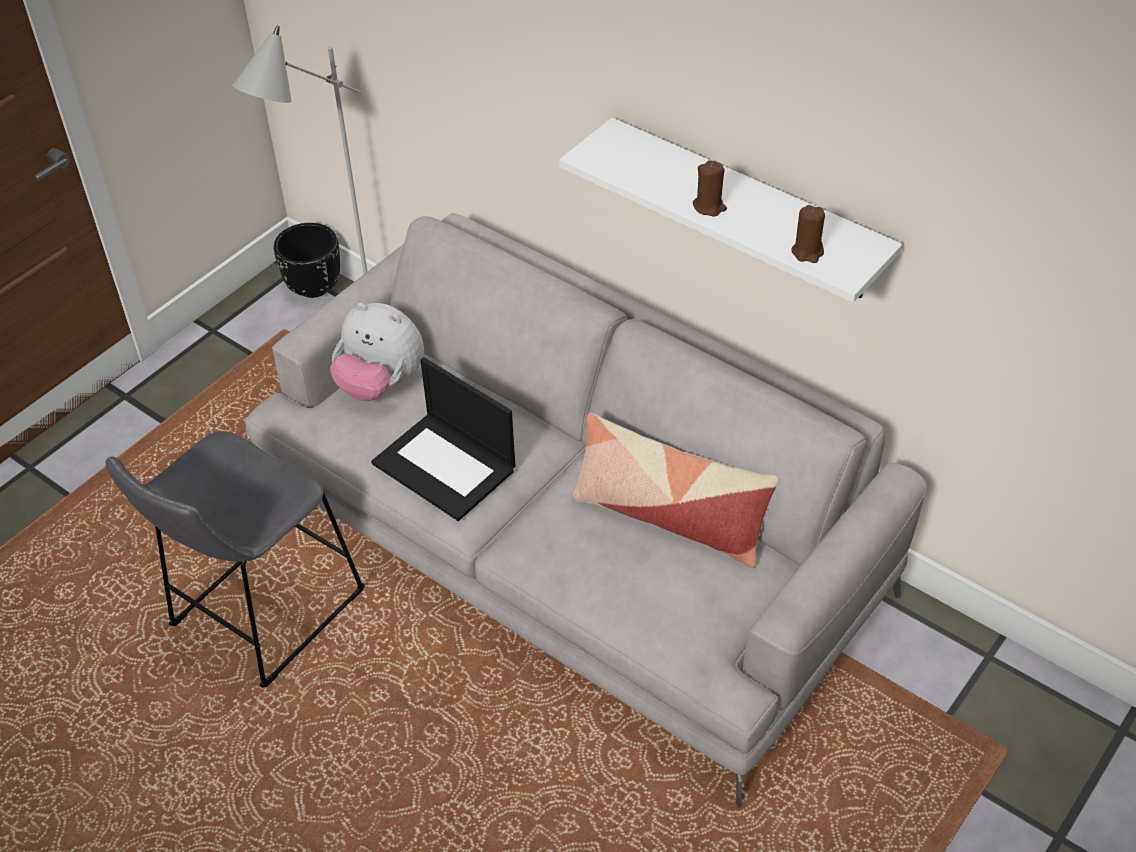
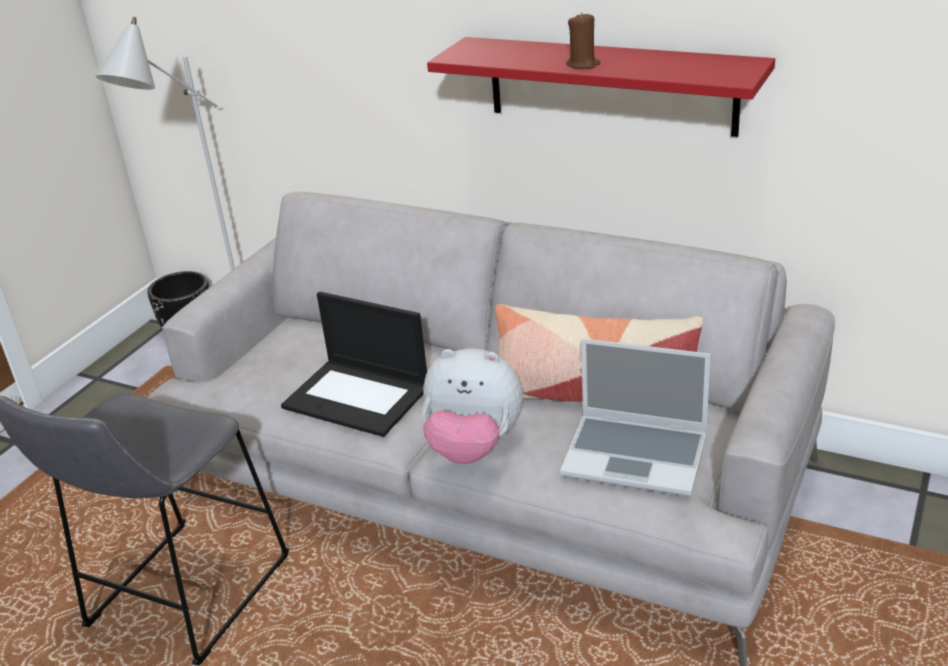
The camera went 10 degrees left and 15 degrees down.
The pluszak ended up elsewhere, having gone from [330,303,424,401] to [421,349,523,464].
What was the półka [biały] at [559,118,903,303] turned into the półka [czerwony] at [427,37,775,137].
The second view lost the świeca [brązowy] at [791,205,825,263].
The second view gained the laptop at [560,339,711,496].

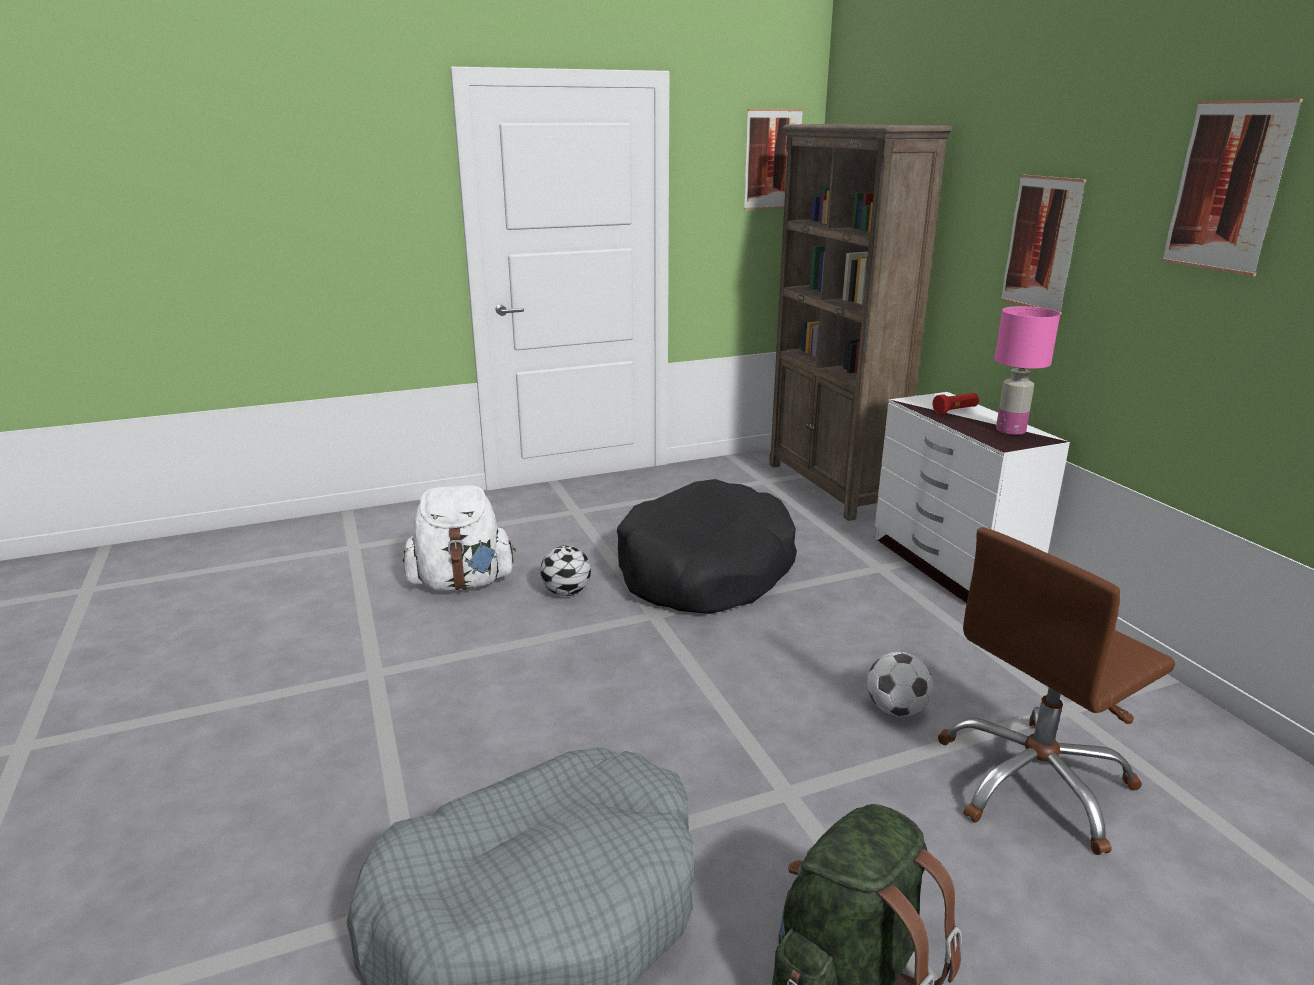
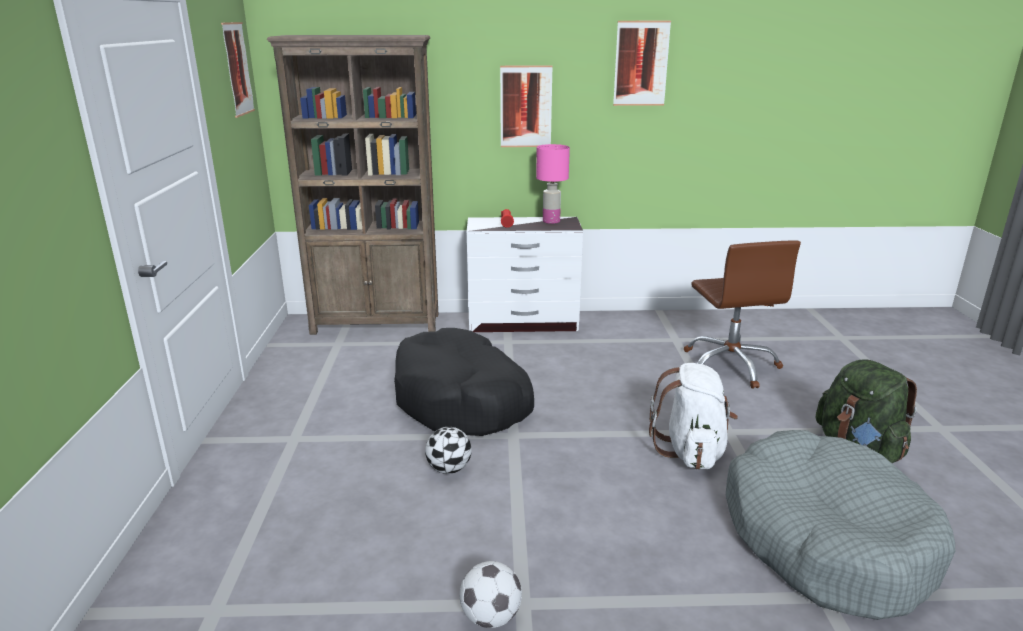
The camera went 70 degrees left and 0 degrees up.
The plecak [biały] ended up elsewhere, having gone from [403,485,516,592] to [649,363,738,470].
The piłka futbolowa ended up elsewhere, having gone from [867,652,933,717] to [460,561,522,628].

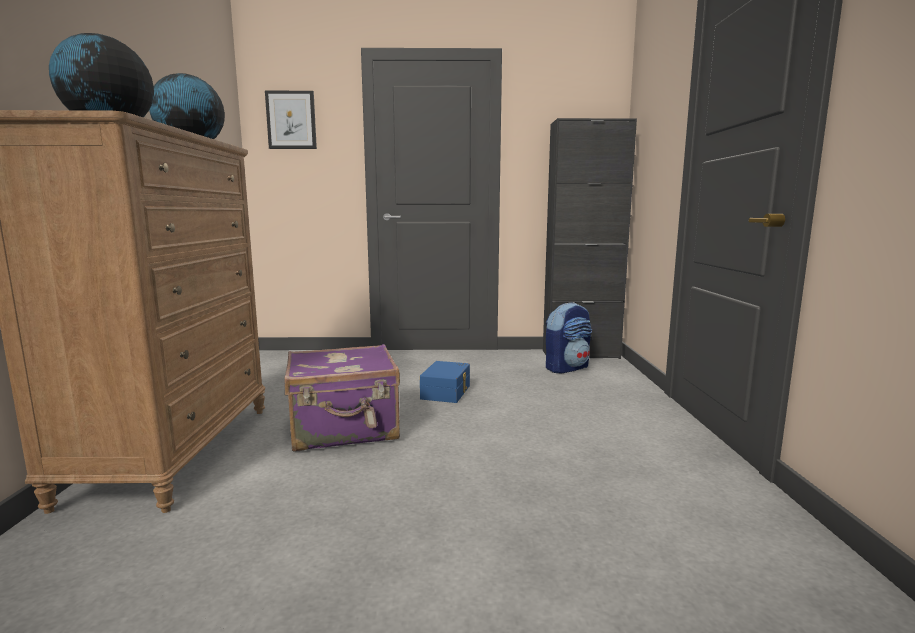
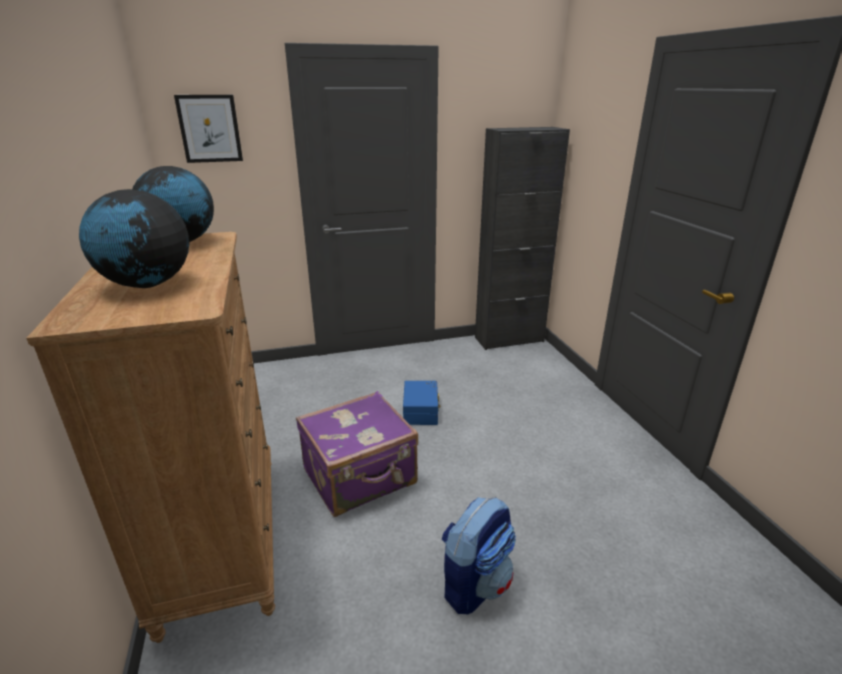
The camera went 15 degrees left and 15 degrees up.
The plecak ended up elsewhere, having gone from [546,302,592,374] to [442,497,516,614].

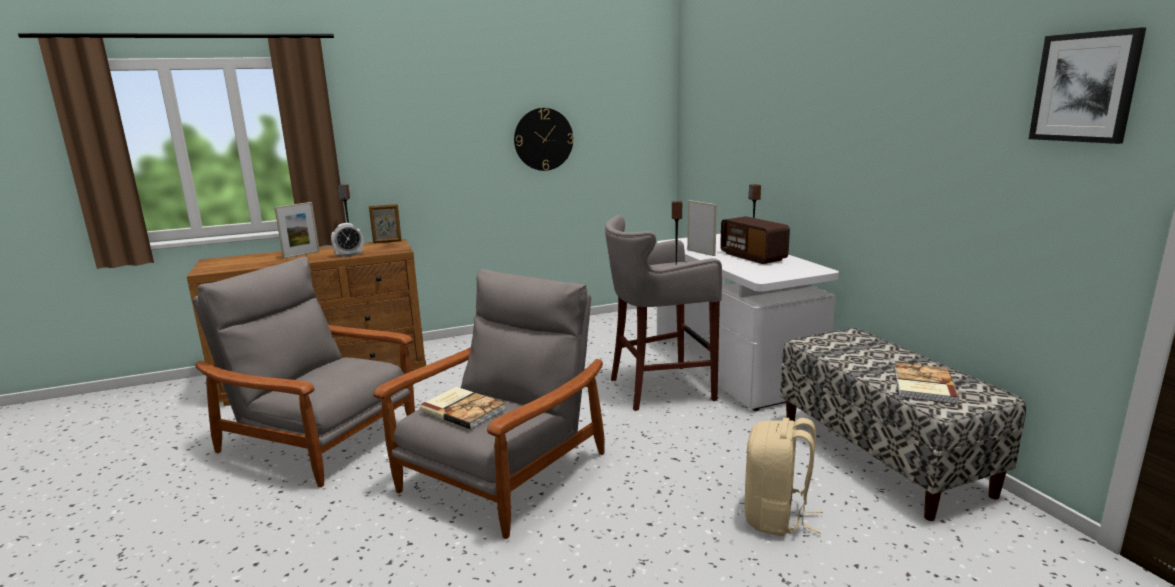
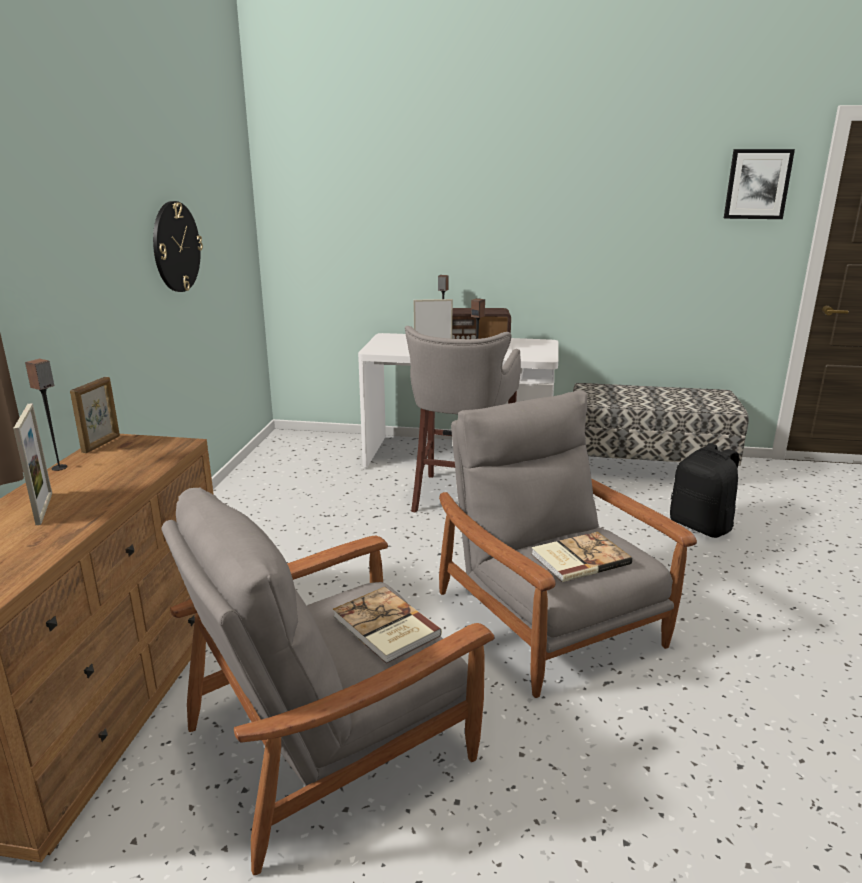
The camera went 60 degrees left and 5 degrees up.
The second view lost the budzik at [331,223,364,257].
What was the plecak [beżowy] at [744,418,823,537] turned into the plecak [czarny] at [670,443,739,538].
The książka ended up elsewhere, having gone from [894,362,959,404] to [333,587,442,664].

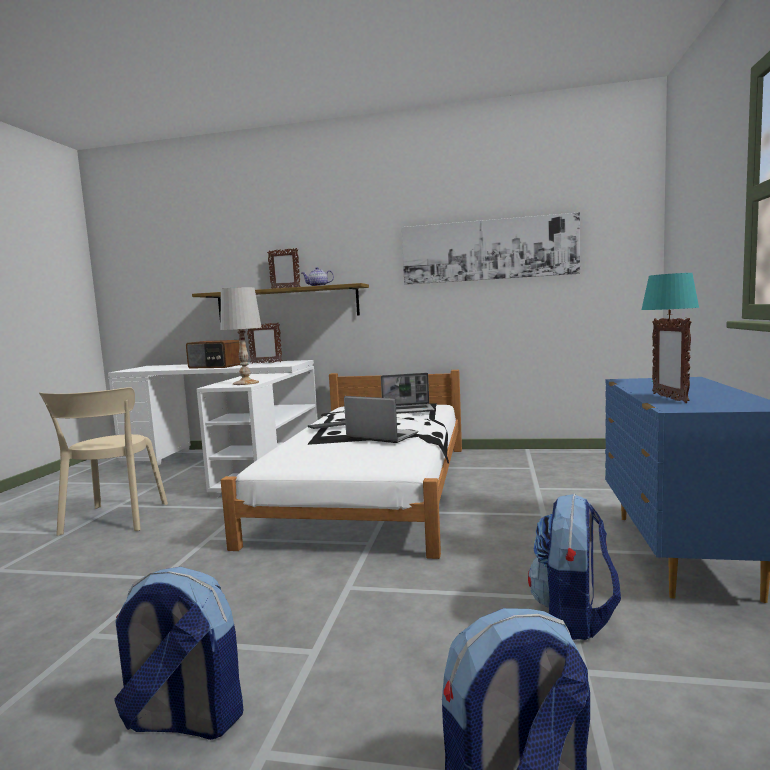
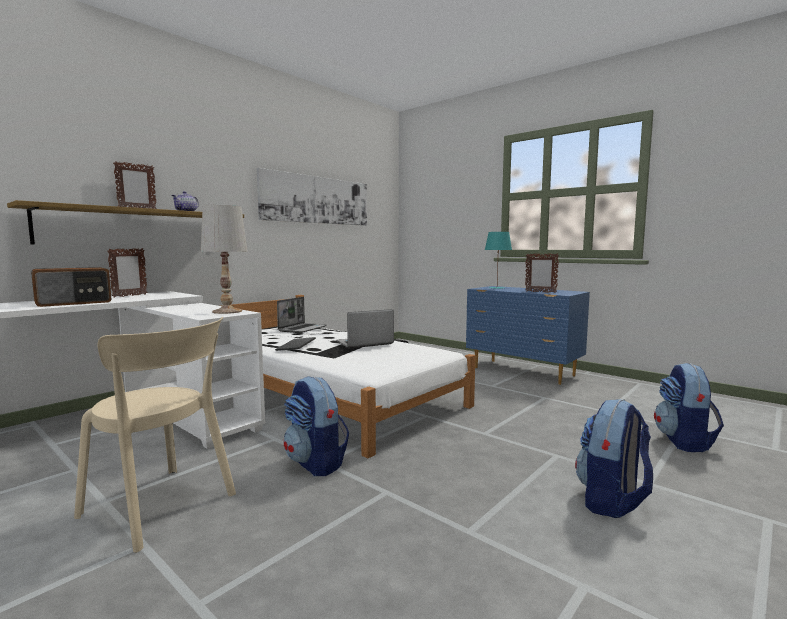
The camera went 60 degrees left and 0 degrees up.
The plecak ended up elsewhere, having gone from [528,494,621,640] to [284,376,349,476].

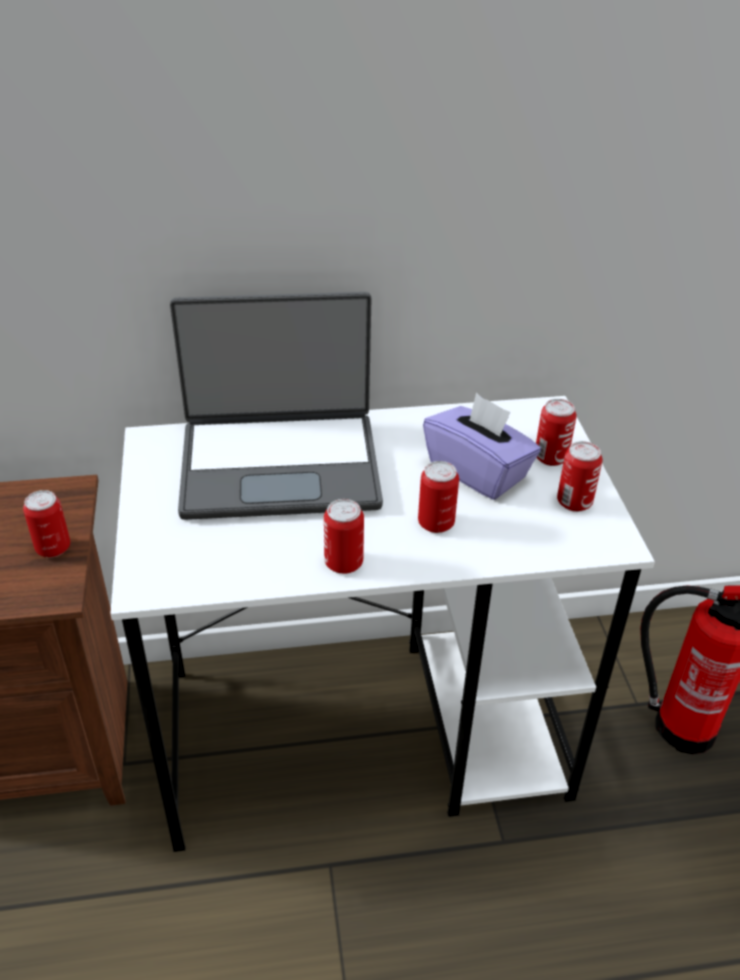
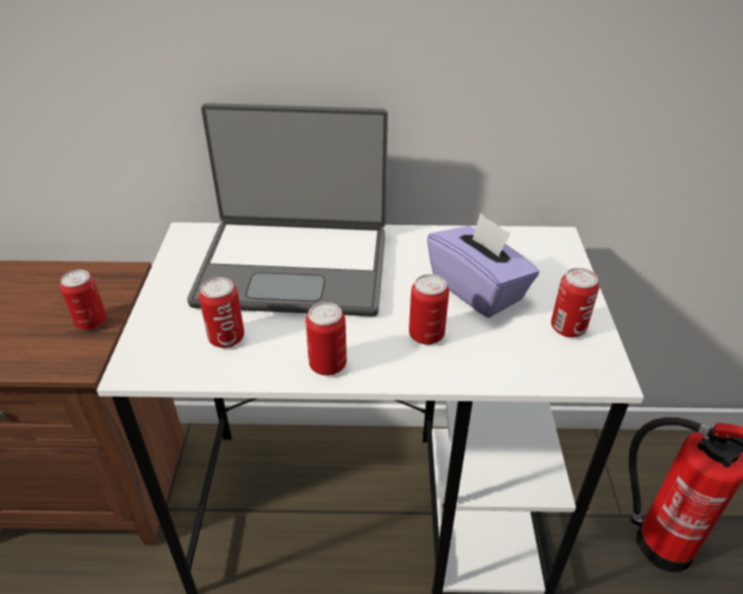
The camera went 10 degrees right and 0 degrees up.
The puszka ended up elsewhere, having gone from [536,399,577,466] to [199,277,244,348].

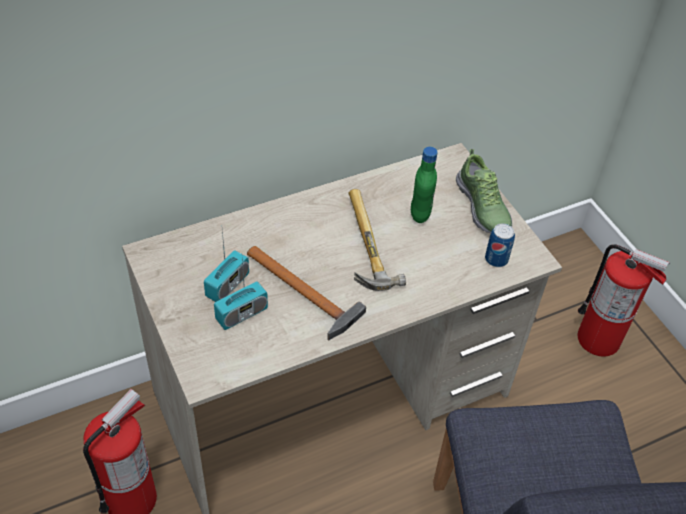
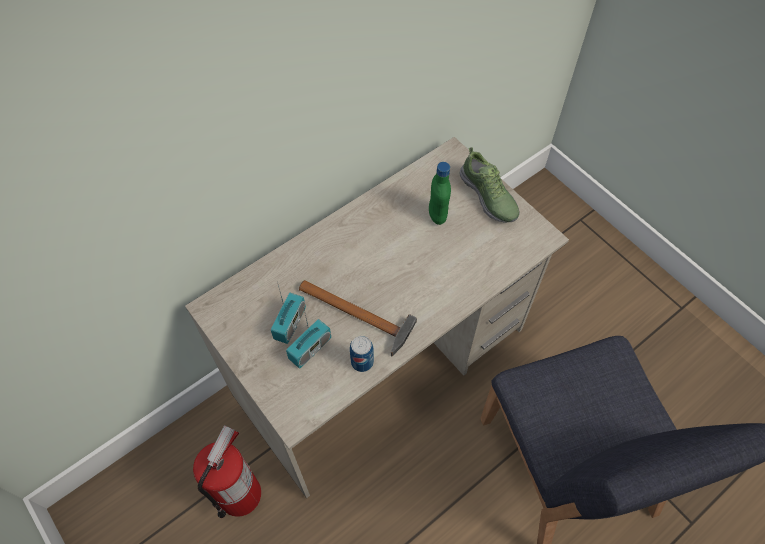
The camera went 10 degrees left and 10 degrees up.
The second view lost the młotek at [349,189,406,291].
The puszka ended up elsewhere, having gone from [485,223,515,267] to [350,336,374,372].
The second view lost the gaśnica at [578,244,670,356].

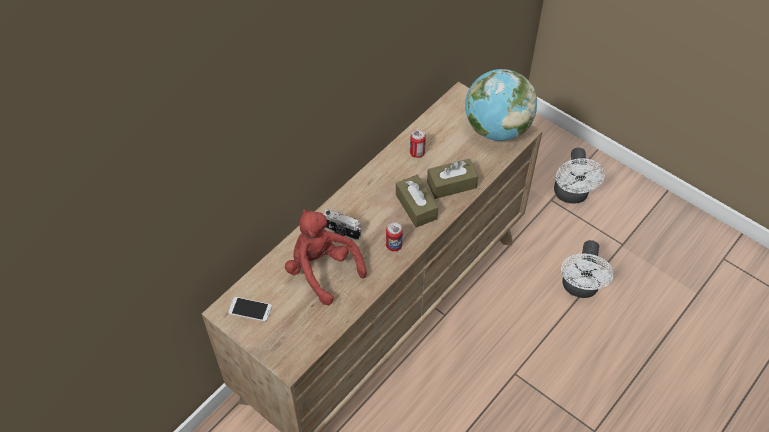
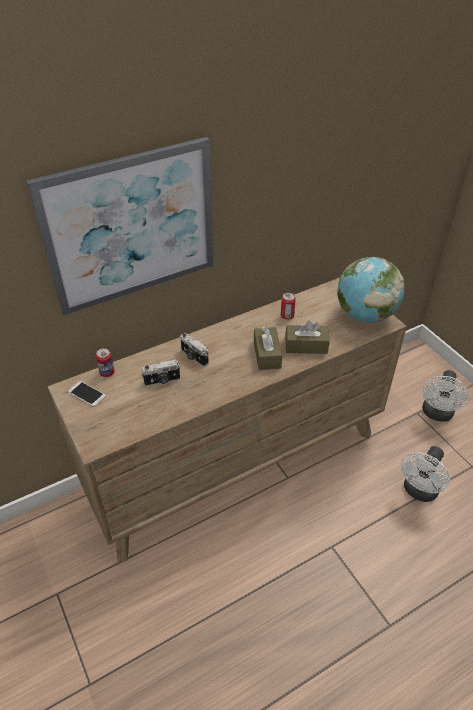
The camera went 20 degrees right and 10 degrees down.
Where the pluszak [czerwony] stood at [285,209,367,305], the aparat fotograficzny came to stand at [141,359,181,386].
The puszka ended up elsewhere, having gone from [386,222,403,251] to [96,348,115,377].
The second view gained the obraz at [26,137,214,316].

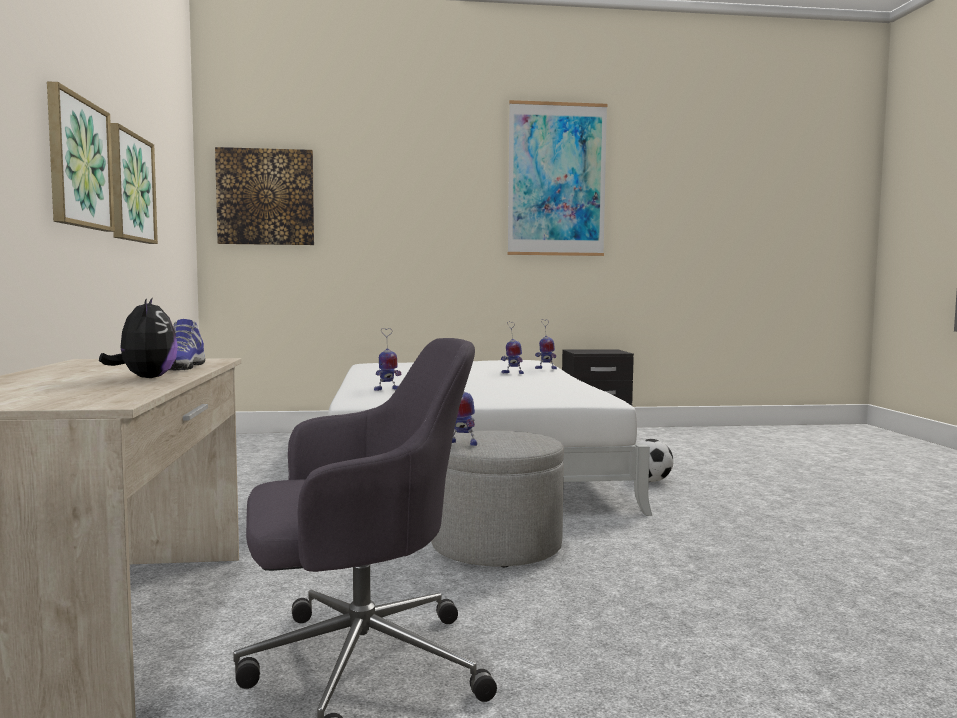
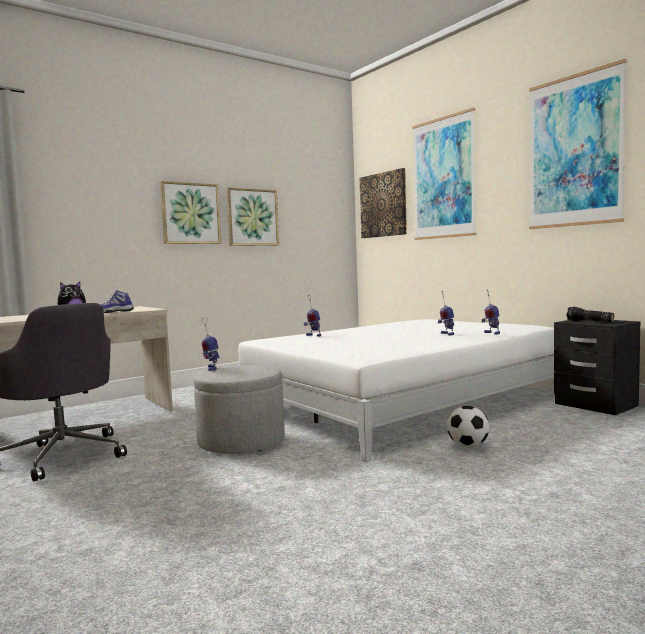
The camera went 60 degrees right and 0 degrees up.
The second view gained the obraz at [412,108,476,240].
The second view gained the latarka at [567,307,614,323].

